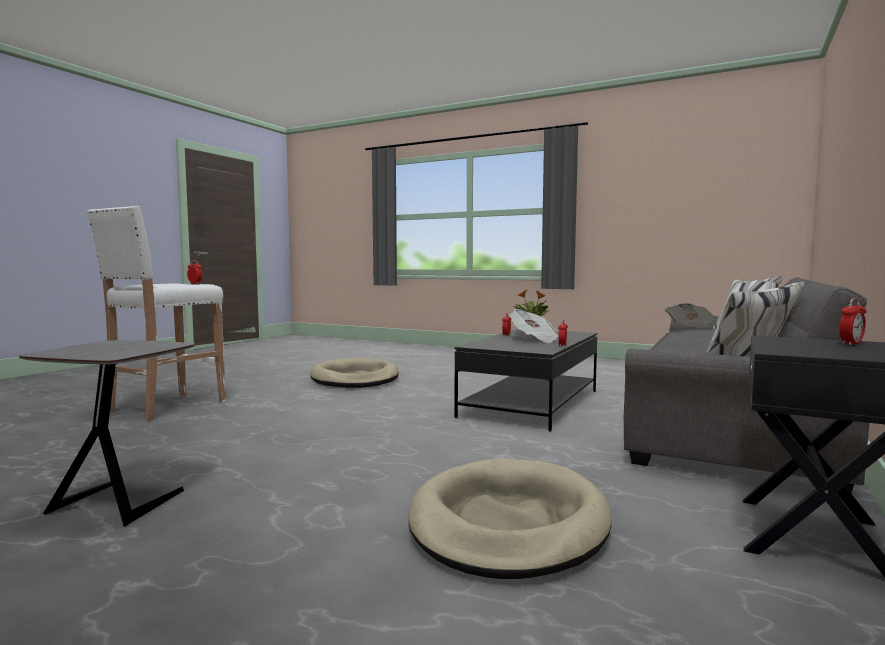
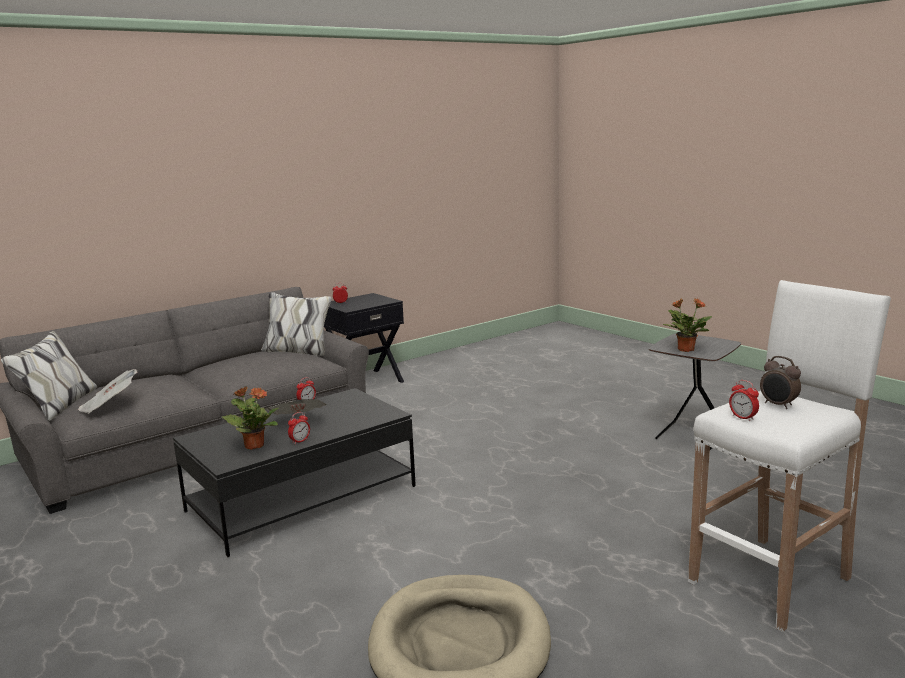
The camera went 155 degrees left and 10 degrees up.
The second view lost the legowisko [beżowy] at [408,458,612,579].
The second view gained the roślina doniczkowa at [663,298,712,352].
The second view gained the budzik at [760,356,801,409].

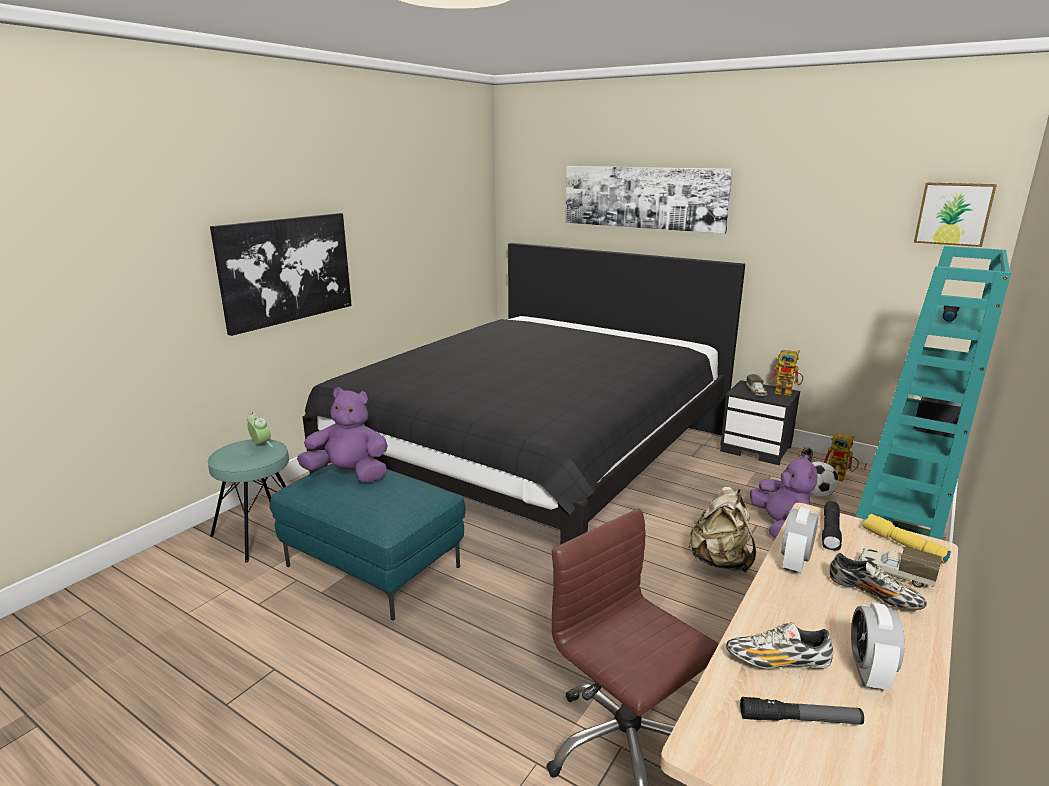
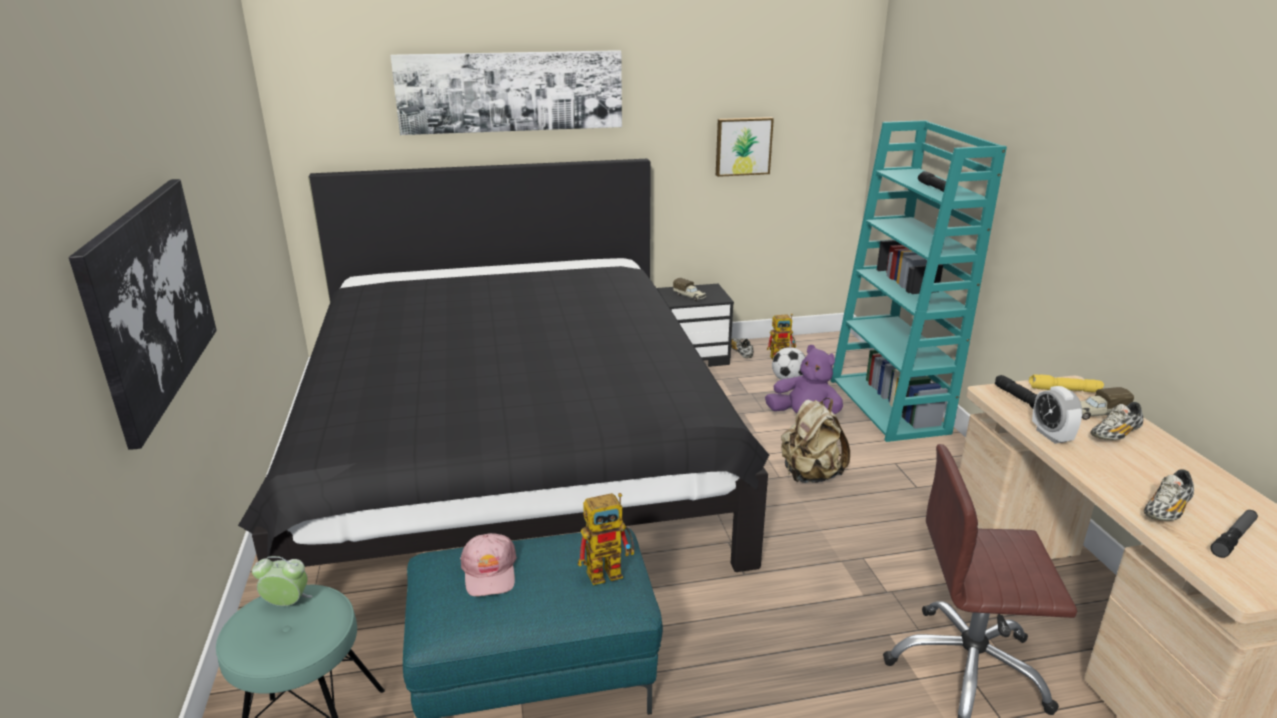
The camera went 45 degrees left and 5 degrees up.
Where the pluszak [fioletowy] stood at [297,387,388,482], the czapka z daszkiem [różowy] came to stand at [460,533,517,597].
The robot zabawkowy ended up elsewhere, having gone from [770,350,803,396] to [578,493,635,585].
The but at [829,553,927,610] ended up facing another way, 150 degrees clockwise from before.
The second view lost the budzik at [851,603,905,690].
The obraz ended up elsewhere, having gone from [914,183,997,247] to [716,117,774,177].

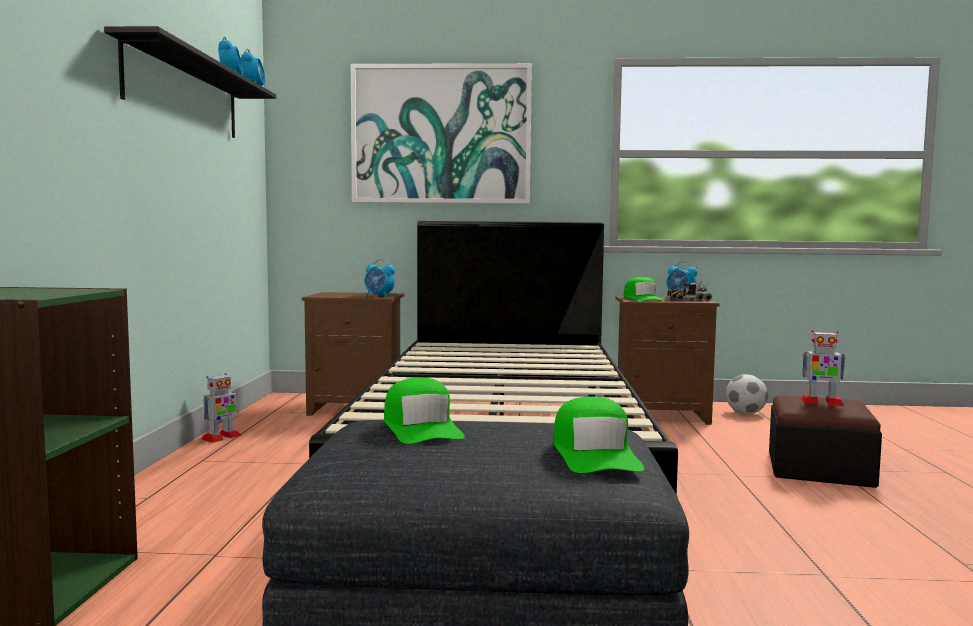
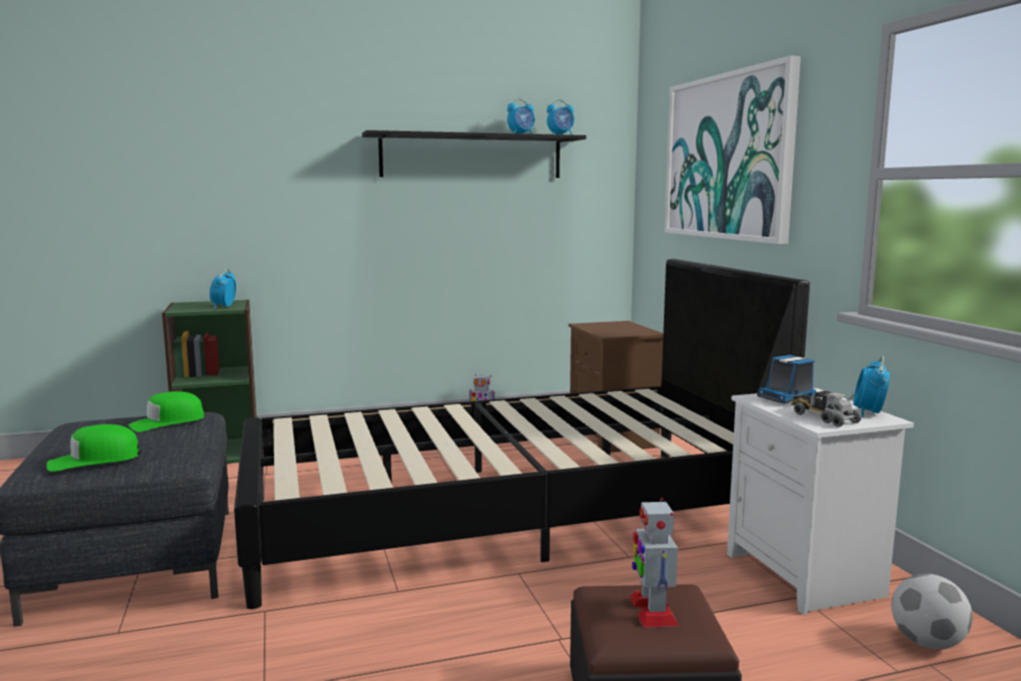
The camera went 70 degrees right and 5 degrees up.
The budzik ended up elsewhere, having gone from [365,259,395,297] to [210,268,236,309].
What was the szafka nocna [brązowy] at [615,296,720,425] turned into the szafka nocna [biały] at [727,388,914,615].
Where the czapka z daszkiem [zielony] stood at [624,277,664,301], the ciężarówka zabawkowa came to stand at [757,355,819,403].

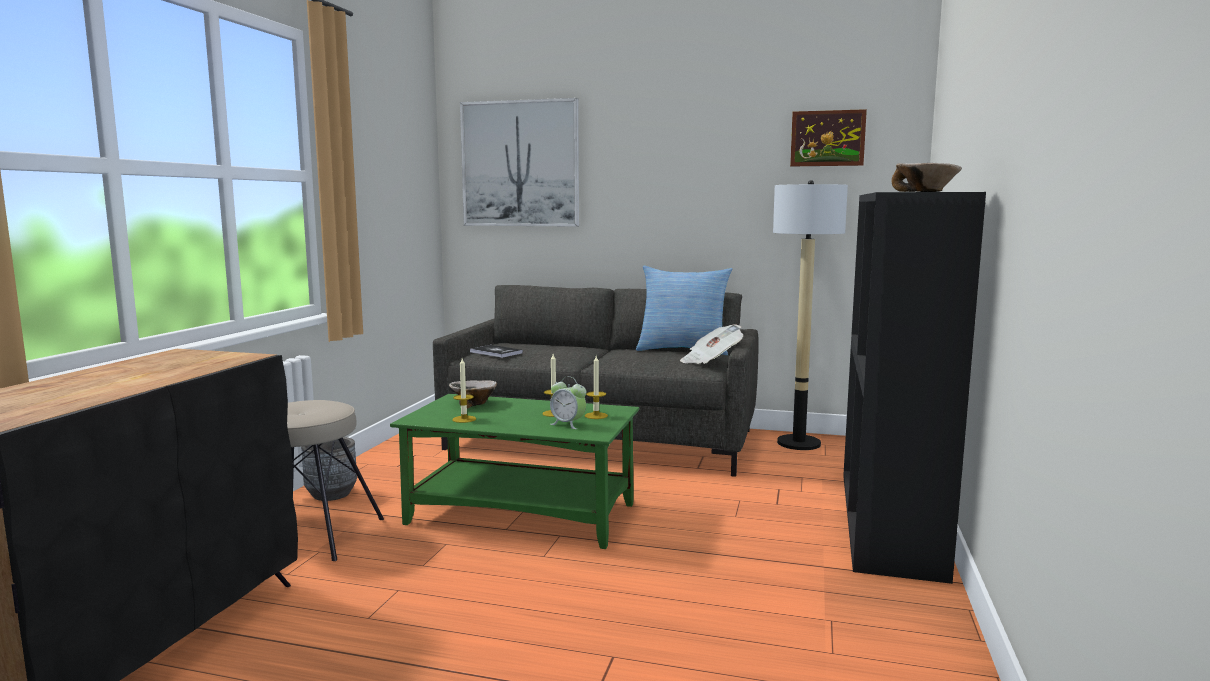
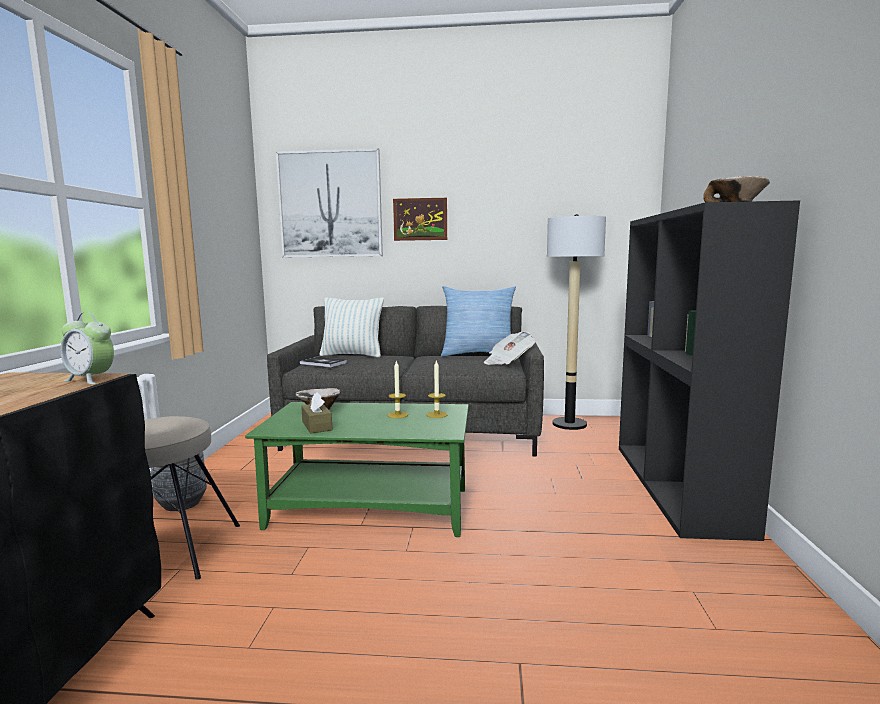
The camera went 10 degrees left and 0 degrees up.
Where the świeca stood at [452,358,476,423], the pudełko chusteczek [brązowy] came to stand at [301,392,333,434].
The budzik ended up elsewhere, having gone from [550,377,586,429] to [60,312,114,384].
The obraz ended up elsewhere, having gone from [790,109,867,167] to [393,198,447,241].
The second view gained the poduszka at [320,297,384,358].

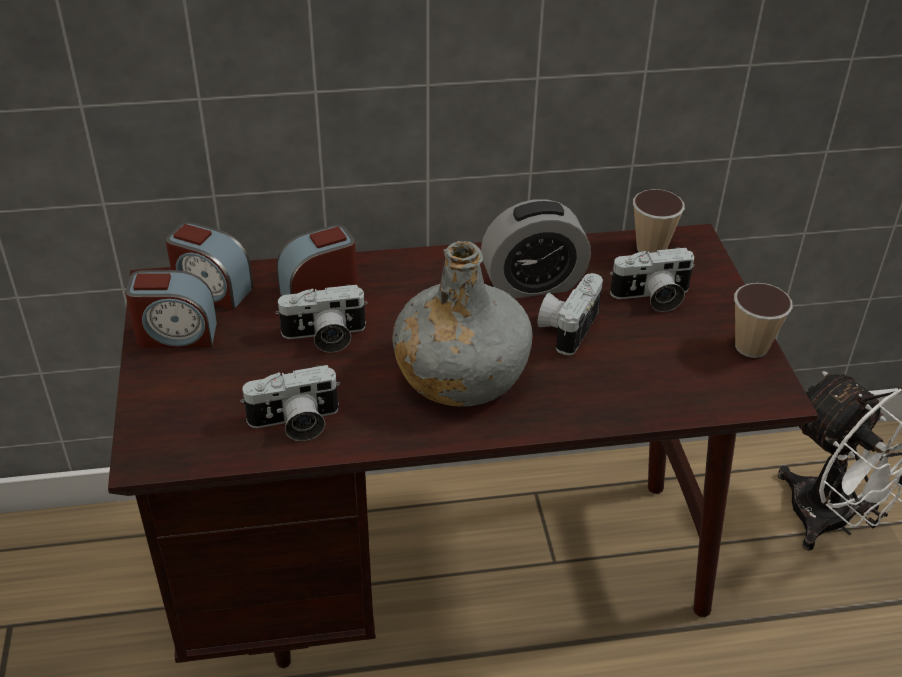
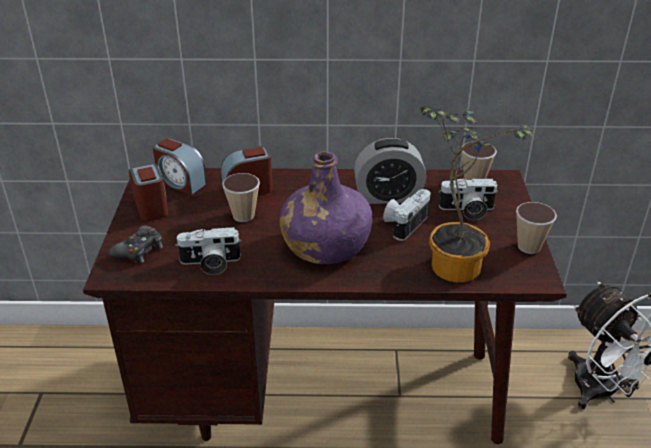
The camera went 10 degrees right and 5 degrees down.
The budzik at [125,270,217,348] ended up facing another way, 120 degrees counterclockwise from before.
Where the aparat fotograficzny stood at [275,285,368,353], the filiżanka came to stand at [222,173,260,222].
What was the butelka [szary] at [393,241,533,407] turned into the butelka [fioletowy] at [279,151,372,264].
The second view gained the pad do gier [czarny] at [110,226,163,263].
The second view gained the roślina doniczkowa at [420,106,534,283].

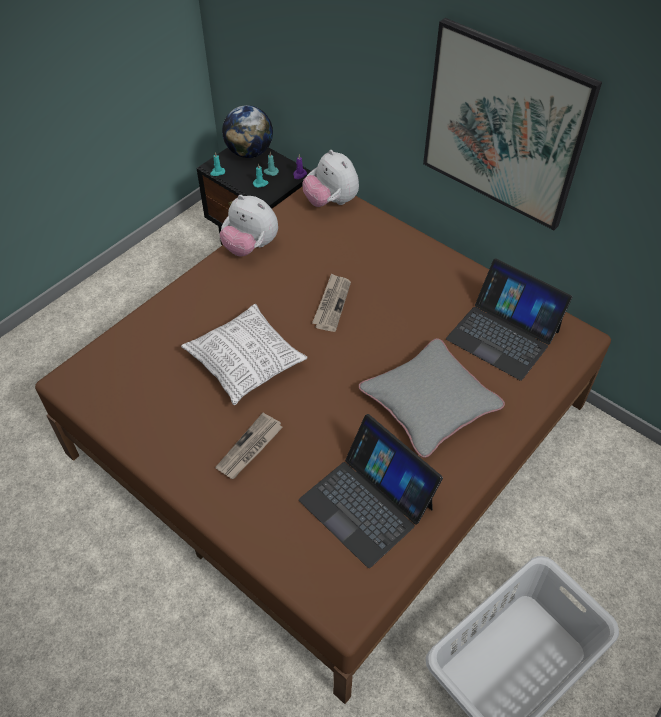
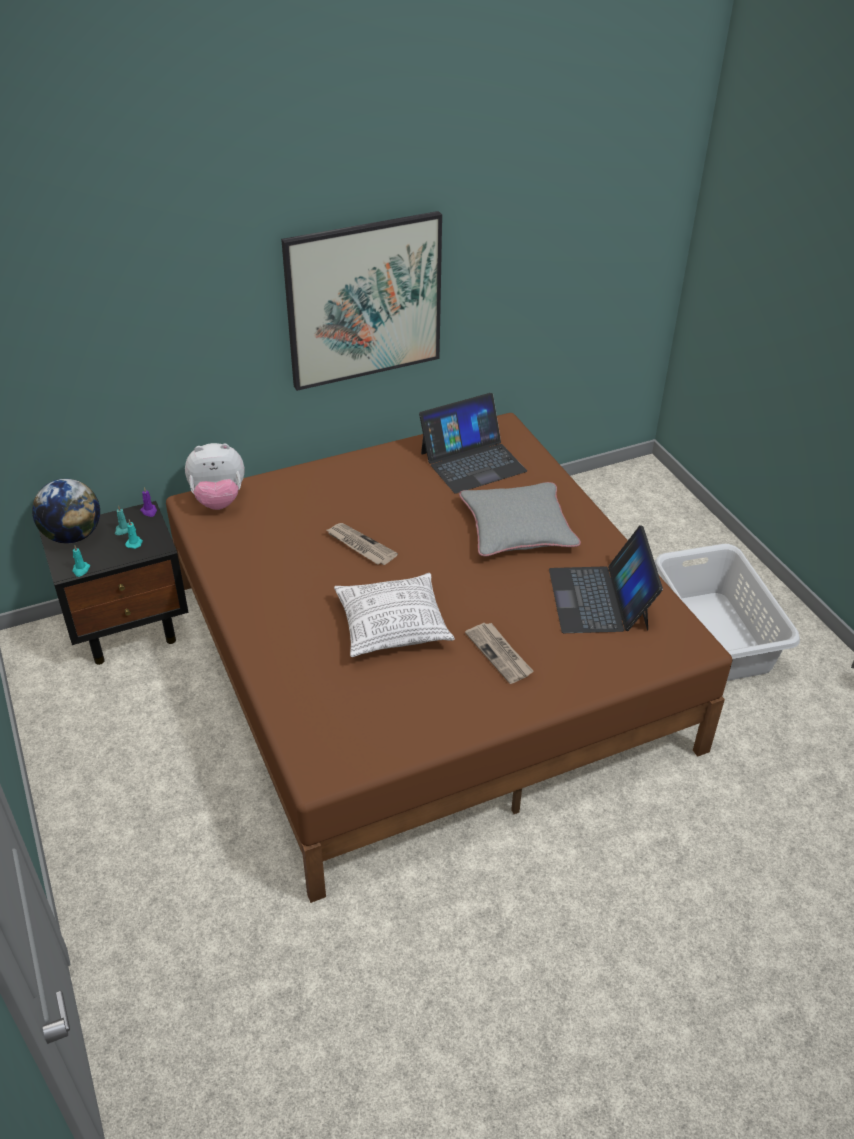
The camera went 65 degrees left and 10 degrees down.
The second view lost the pluszak at [220,195,278,257].
The laptop at [299,414,443,568] ended up facing another way, 105 degrees clockwise from before.

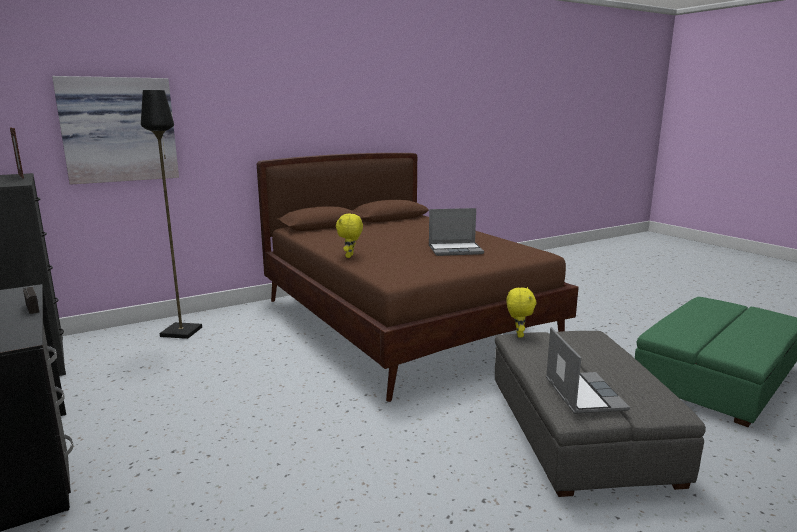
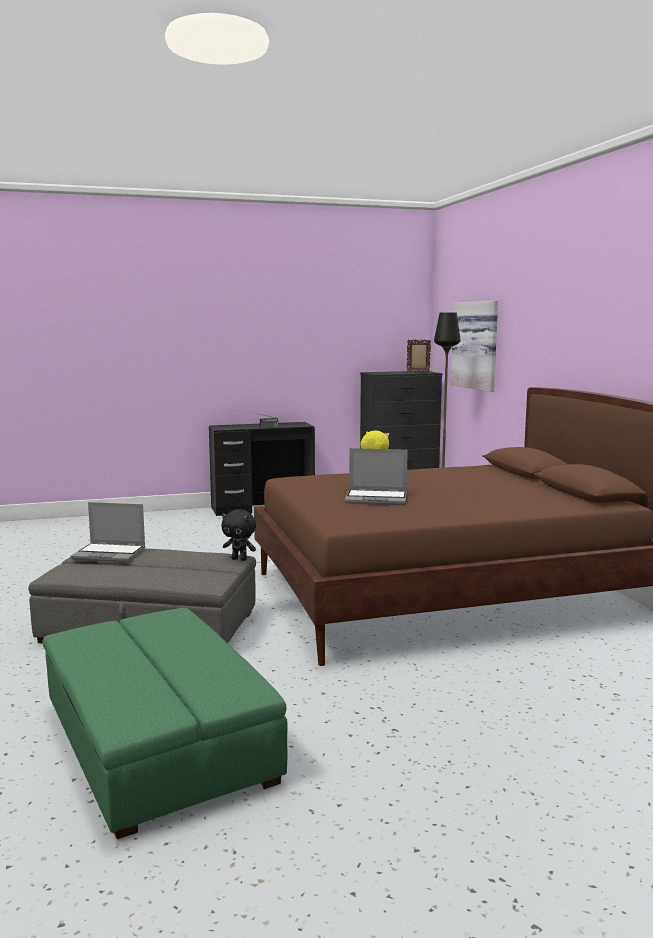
The camera went 105 degrees right and 5 degrees down.
The laptop at [429,208,484,256] ended up facing another way, 90 degrees counterclockwise from before.
What was the pluszak [żółty] at [506,287,537,338] turned into the pluszak [czarny] at [222,509,256,561].

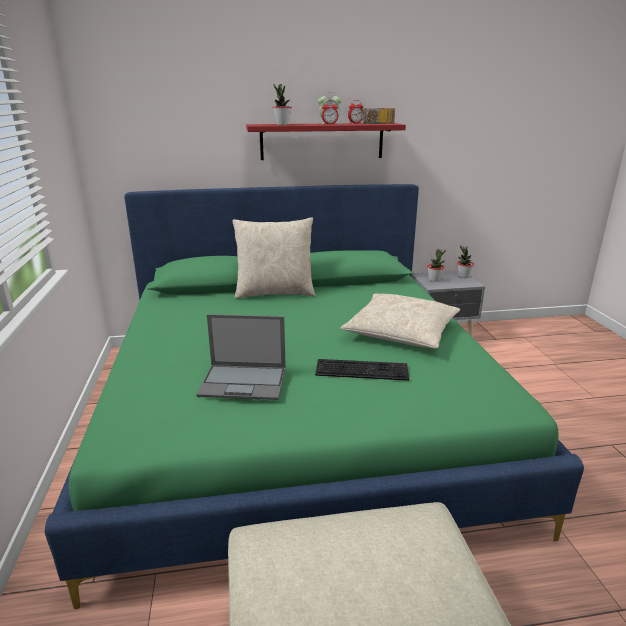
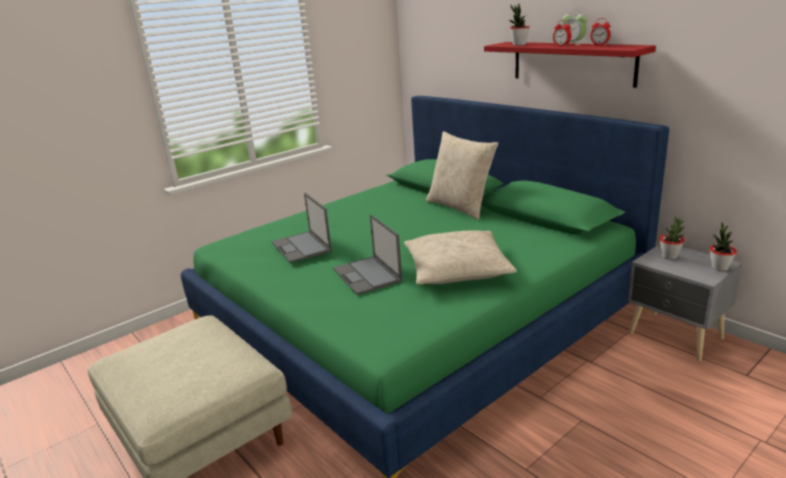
The camera went 60 degrees right and 0 degrees up.
Where the klawiatura stood at [315,359,409,381], the laptop came to stand at [333,214,402,295].
The second view lost the radio at [362,108,395,124].

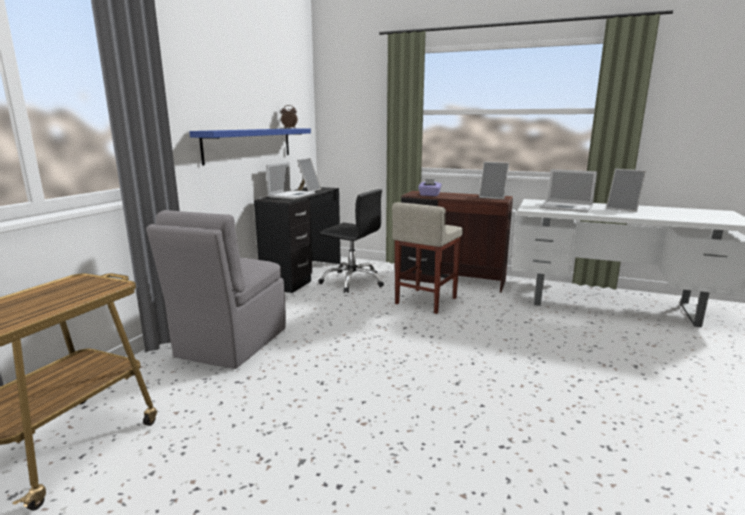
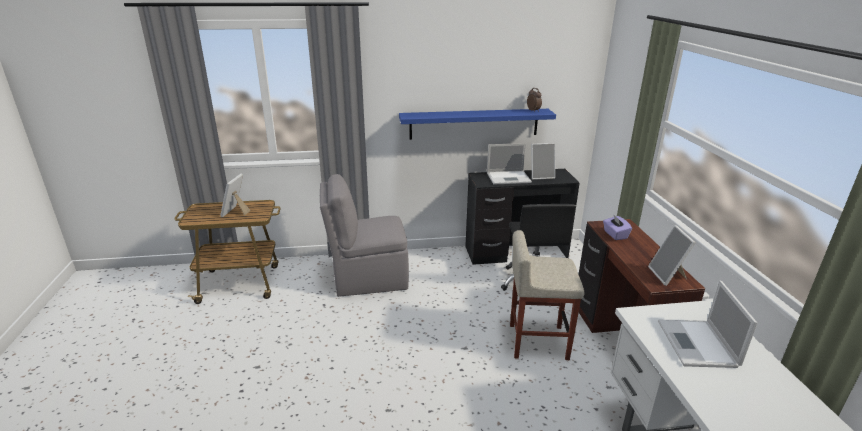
The camera went 60 degrees right and 10 degrees up.
The ramka na zdjęcie ended up elsewhere, having gone from [606,169,647,212] to [220,174,251,217].

